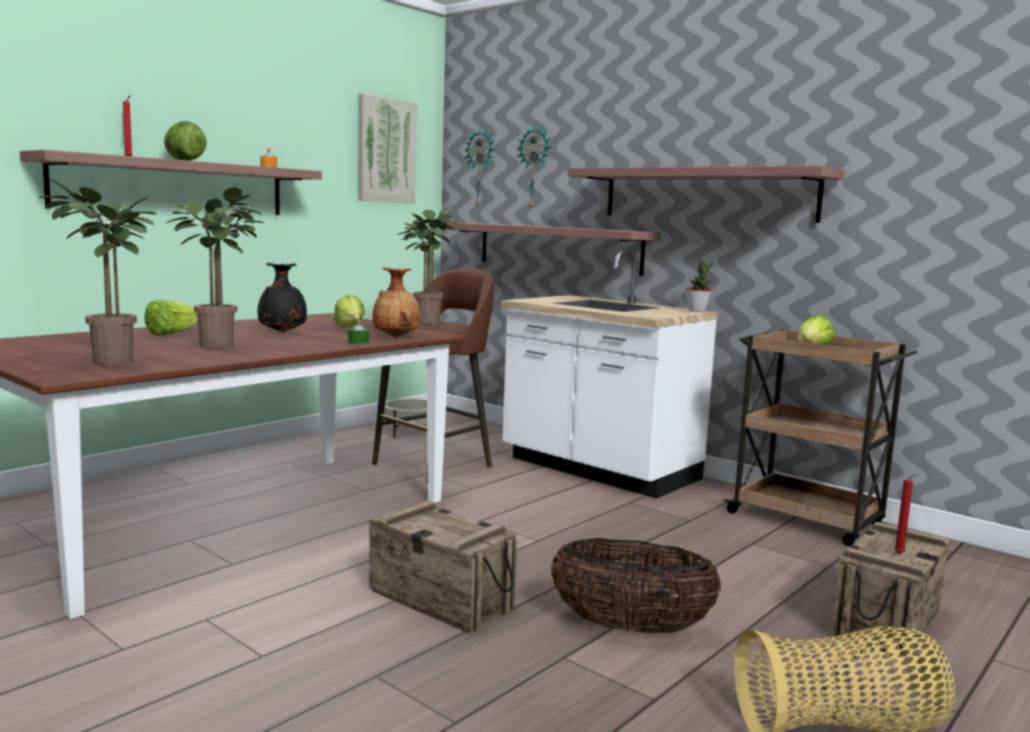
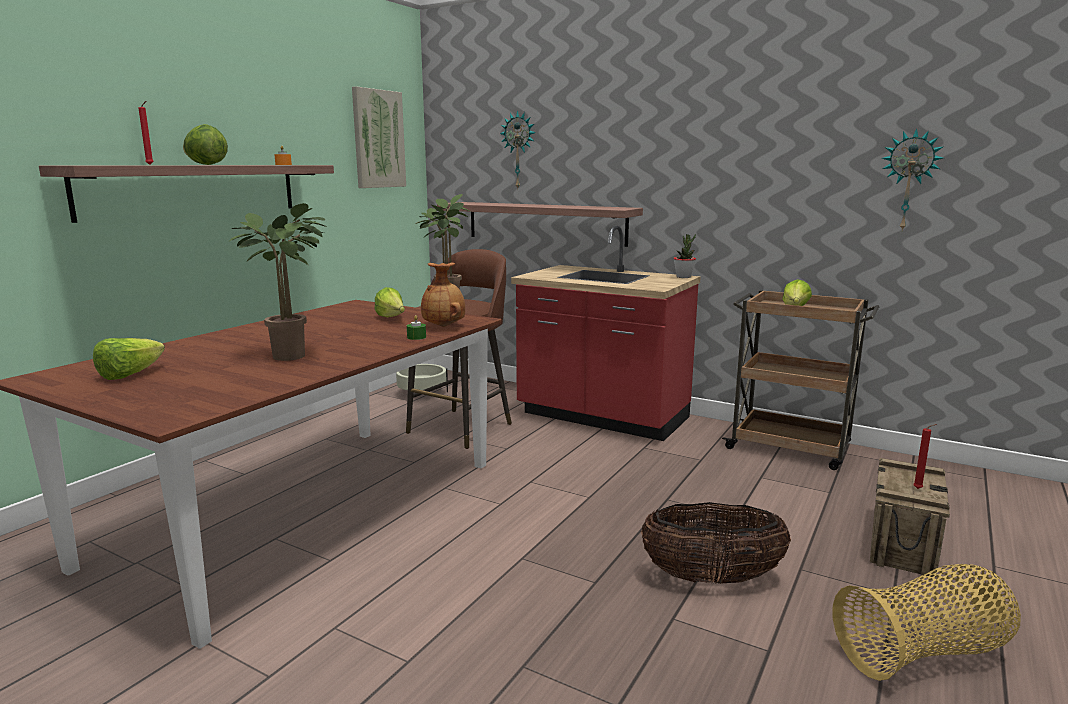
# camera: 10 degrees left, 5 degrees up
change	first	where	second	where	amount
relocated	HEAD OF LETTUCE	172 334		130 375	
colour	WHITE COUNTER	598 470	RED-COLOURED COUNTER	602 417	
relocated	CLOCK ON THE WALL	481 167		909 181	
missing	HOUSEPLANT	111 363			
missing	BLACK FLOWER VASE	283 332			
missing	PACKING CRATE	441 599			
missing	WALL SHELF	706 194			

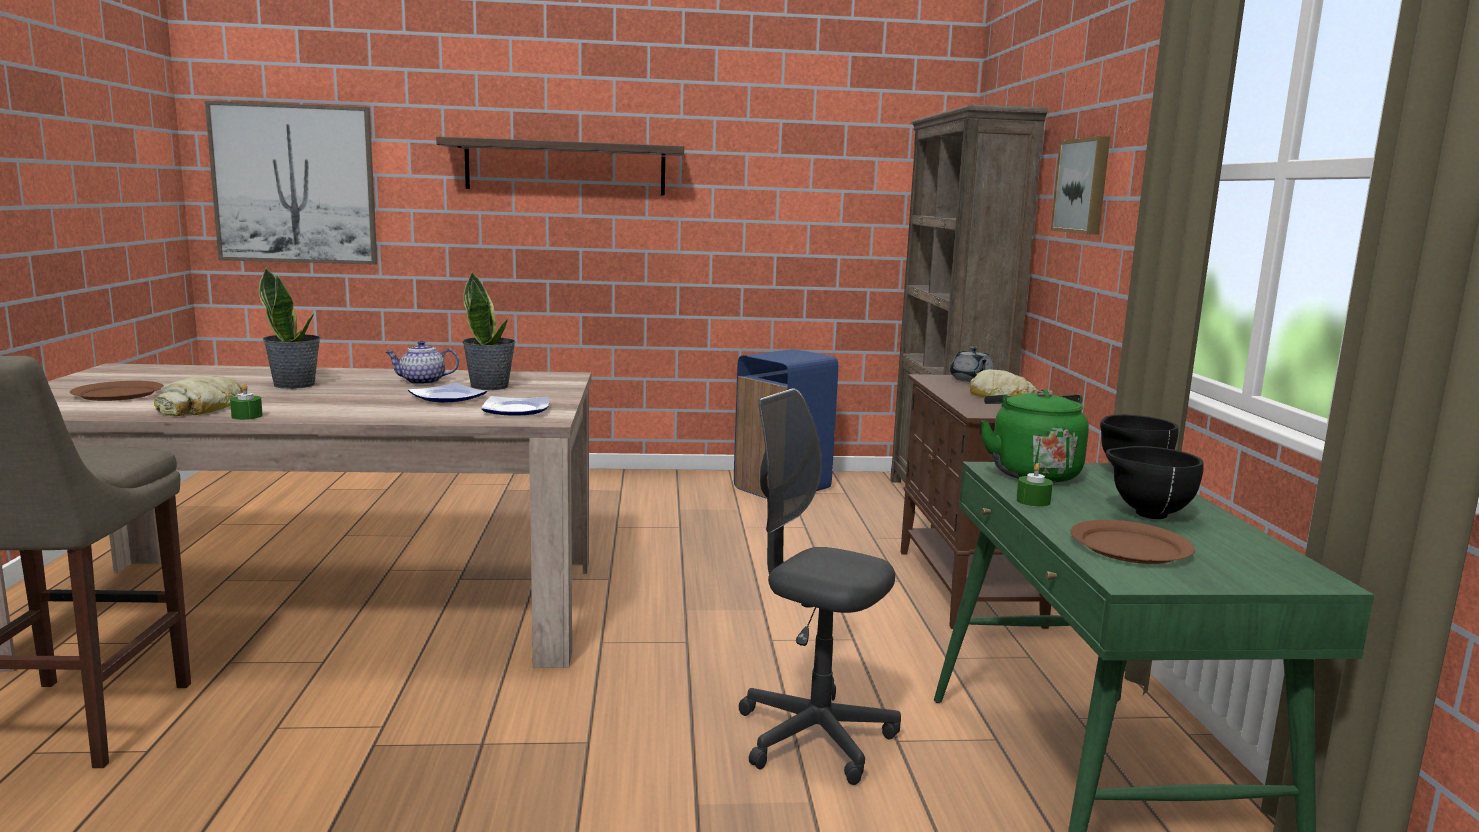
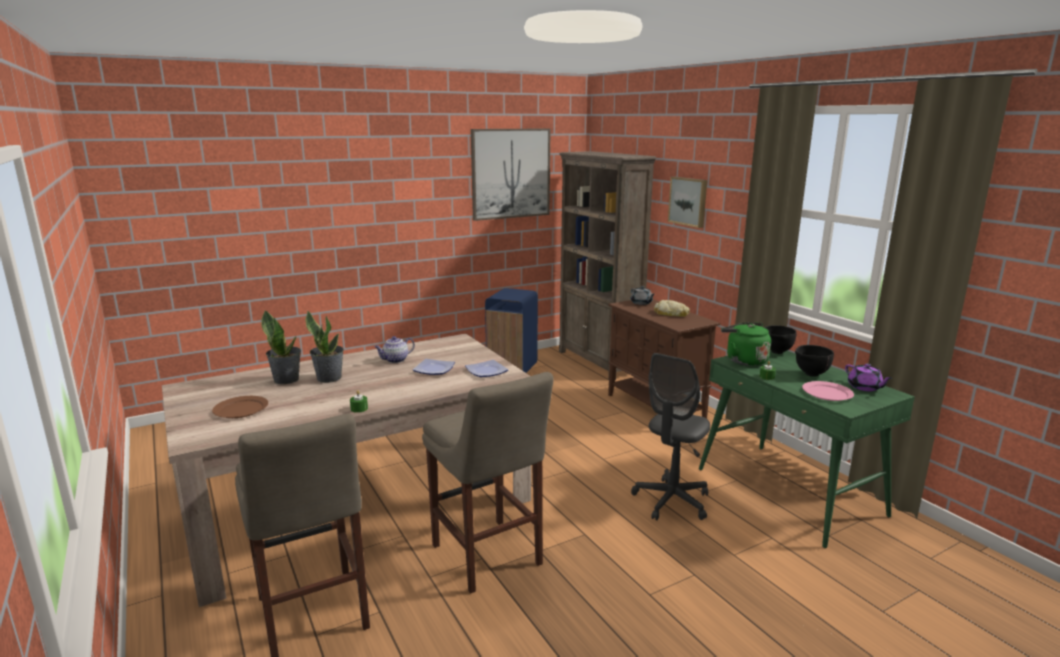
# camera: 25 degrees left, 5 degrees up
change	first	where	second	where	amount
relocated	HOUSEPLANT	490 386		286 379	
appeared			BEIGE-COLOURED STOOL	488 558	
relocated	PICTURE	294 184		511 173	
spun	GRAY DESK CHAIR	814 737		671 501	60 degrees counterclockwise
colour	BROWN-COLOURED DINNER PLATE	1131 547	PINK-COLOURED DINNER PLATE	827 393	
appeared			PURPLISH TEA POT	864 387	
missing	BREAD	202 408			
missing	WALL SHELF	566 167			

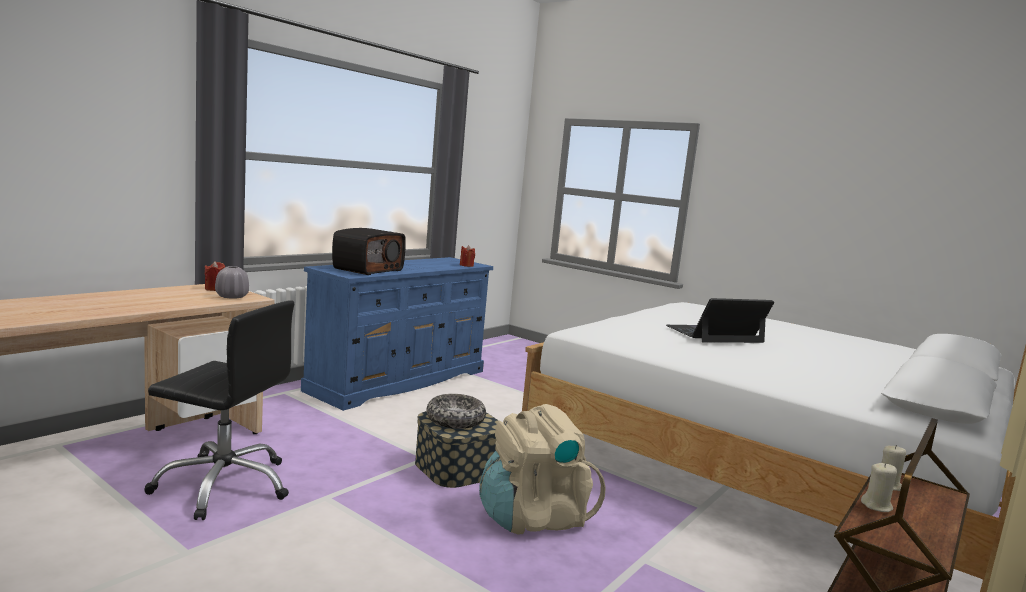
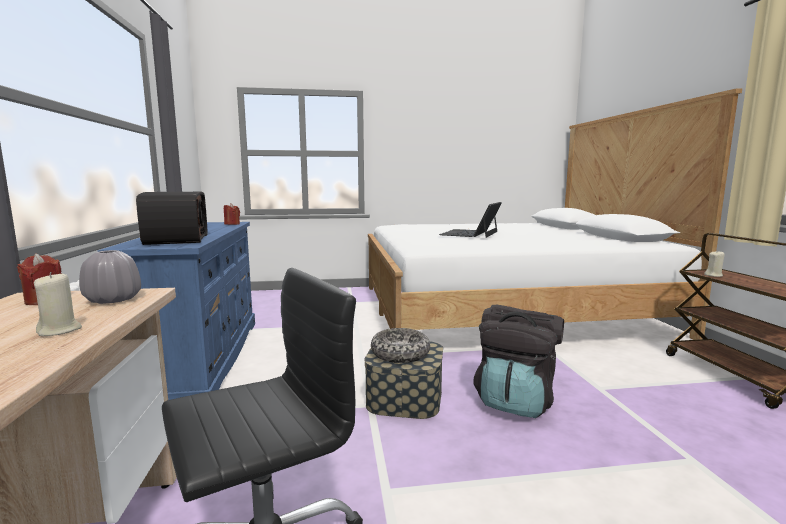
# camera: 45 degrees left, 0 degrees up
change	first	where	second	where	amount
relocated	BEIGE-COLOURED WAX LIGHT	876 506		59 330	
colour	BEIGE-COLOURED BACKPACK	533 517	BLACK BACKPACK	516 400	

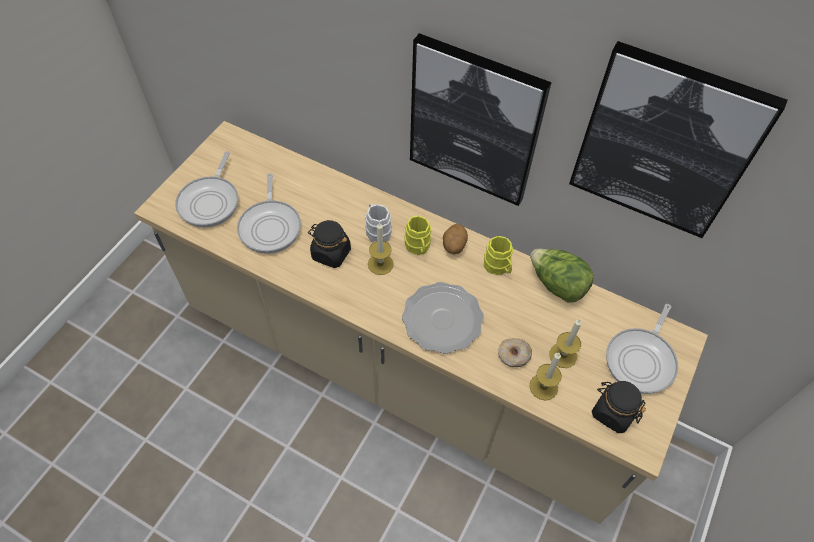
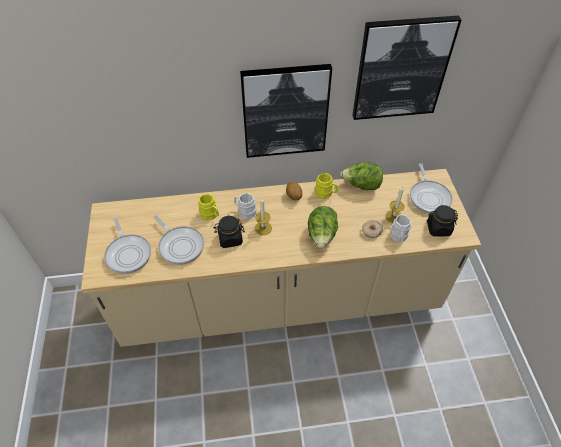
# camera: 35 degrees left, 5 degrees down
change	first	where	second	where	amount
relocated	YELLOW MUG	418 247		210 215	
exchanged	DINNER PLATE	443 319	HEAD OF LETTUCE	322 236	
exchanged	WAX LIGHT	543 387	WHITE MUG	398 237	

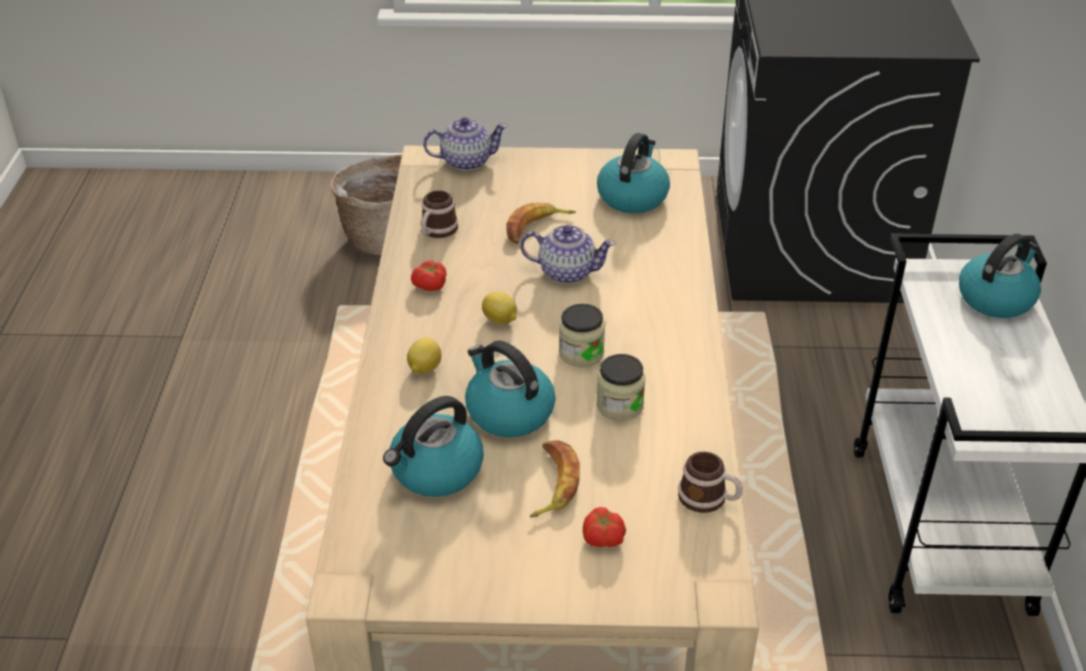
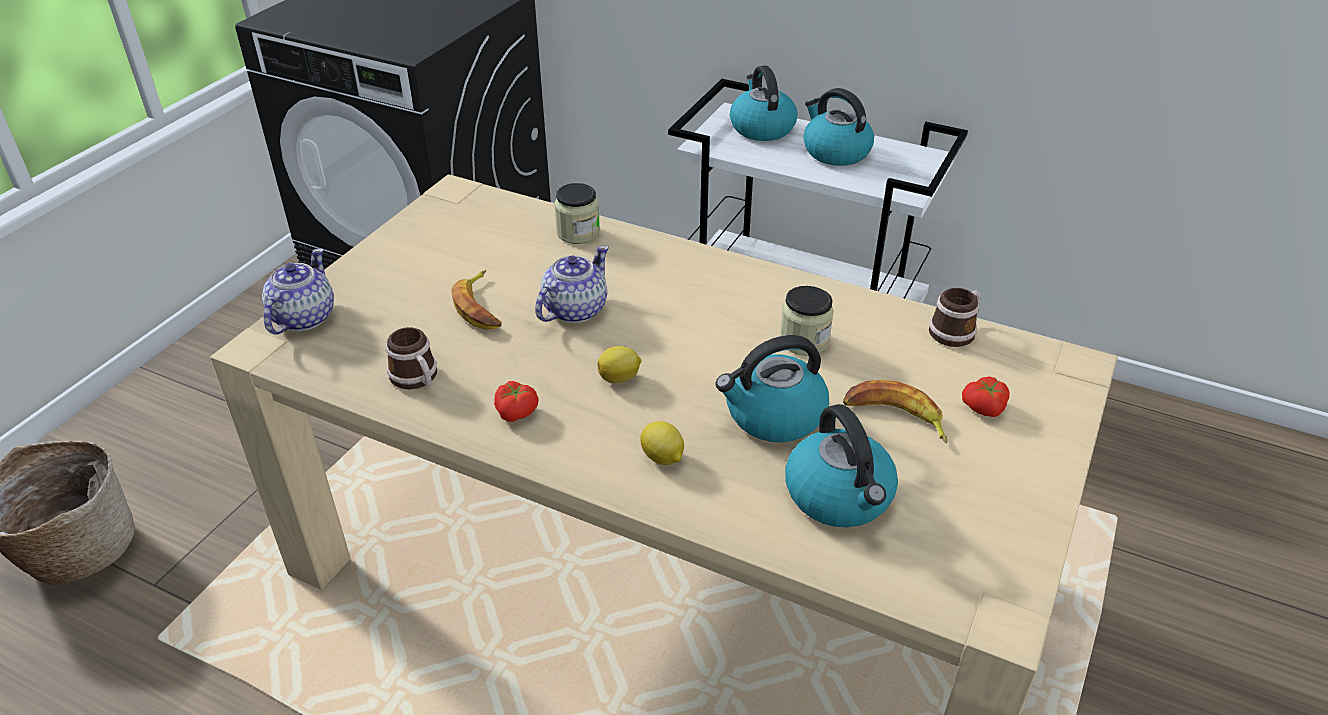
# camera: 65 degrees left, 0 degrees up
change	first	where	second	where	amount
relocated	STORAGE JAR	581 353		578 233	
relocated	KETTLE	632 196		835 152	

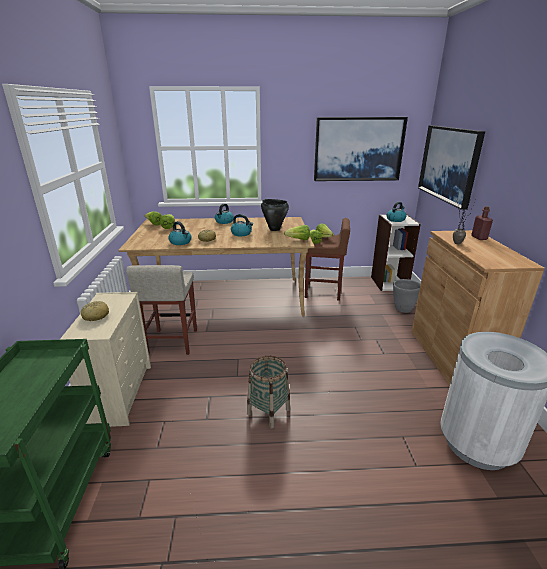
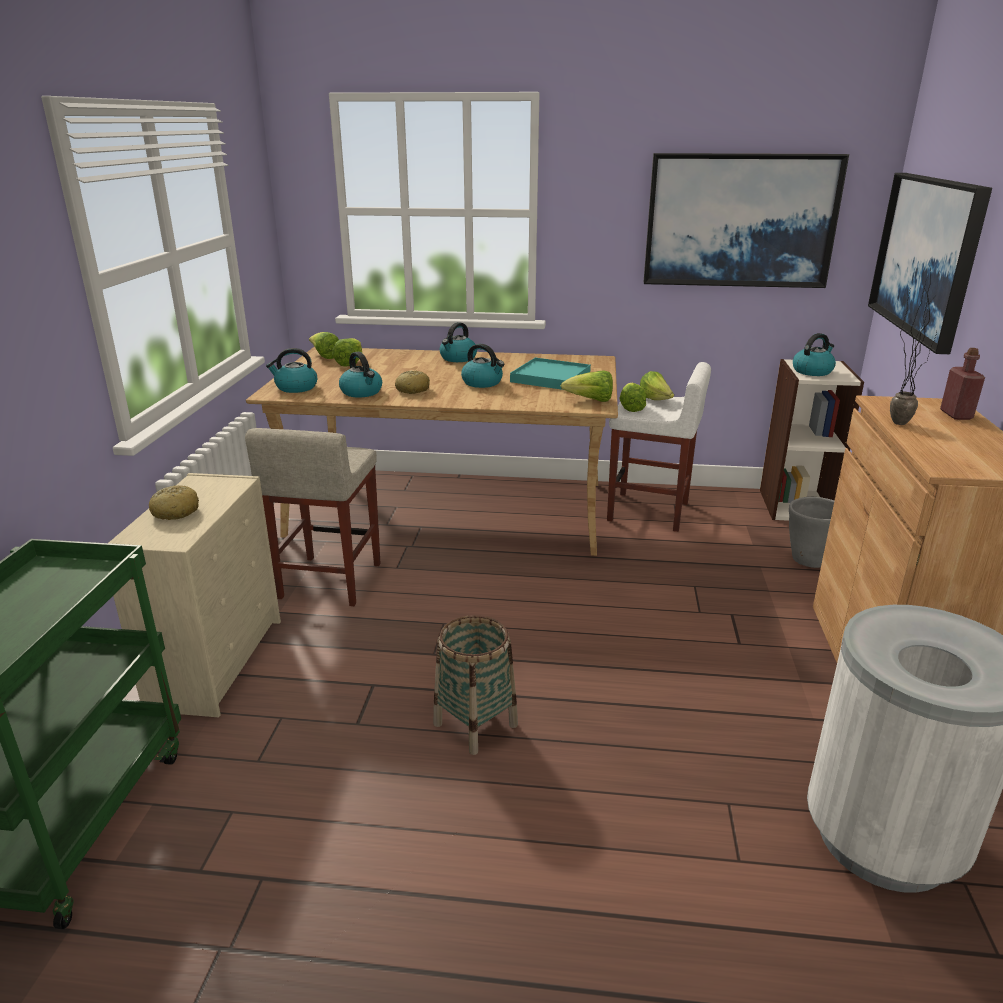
# camera: 10 degrees right, 0 degrees up
change	first	where	second	where	amount
appeared			KETTLE	295 388	
exchanged	BLACK STOCKPOT	274 229	BLUE-GREEN SERVING TRAY	550 377	
colour	BROWN-COLOURED STOOL	323 291	WHITE STOOL	649 512	

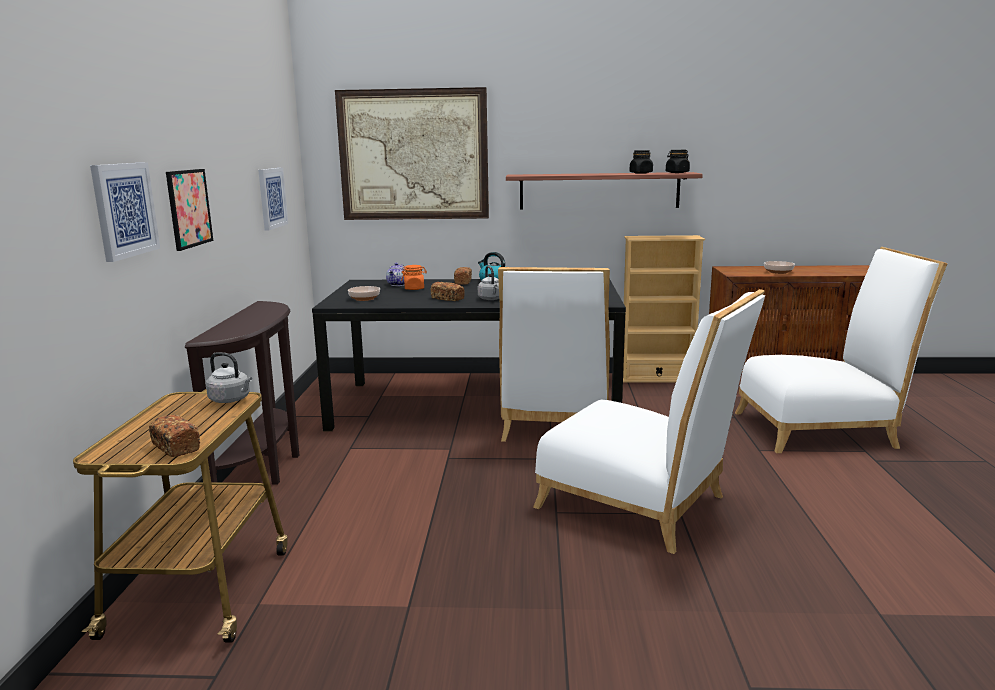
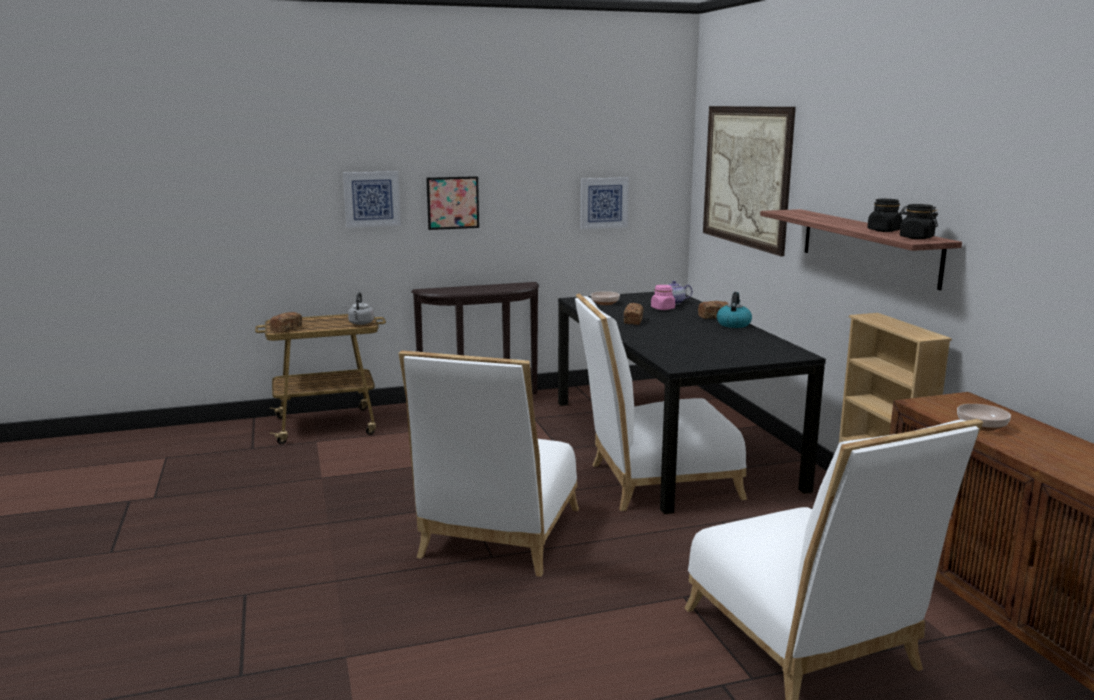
# camera: 70 degrees right, 0 degrees up
change	first	where	second	where	amount
colour	ORANGE STORAGE JAR	414 288	PINK-COLOURED STORAGE JAR	663 308	
missing	GRAY KETTLE	491 299			

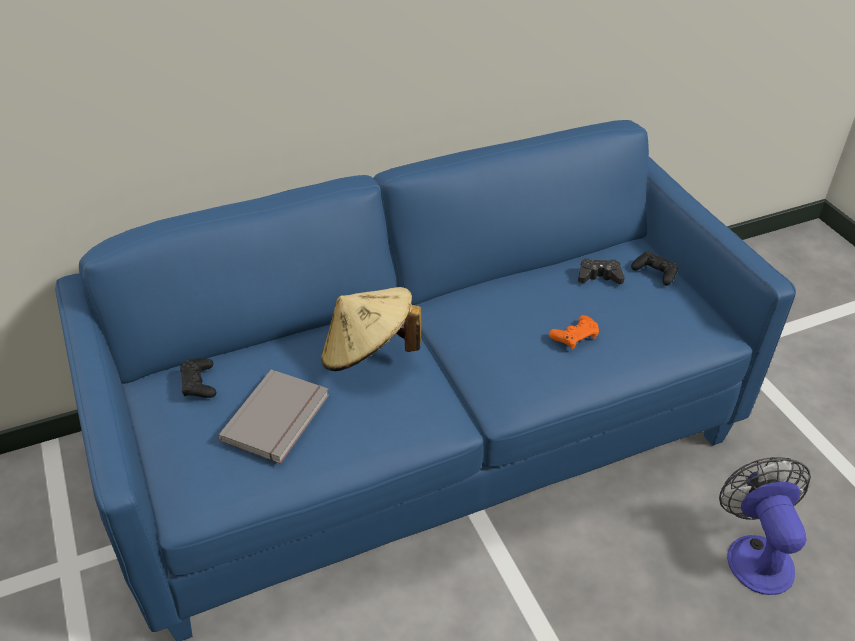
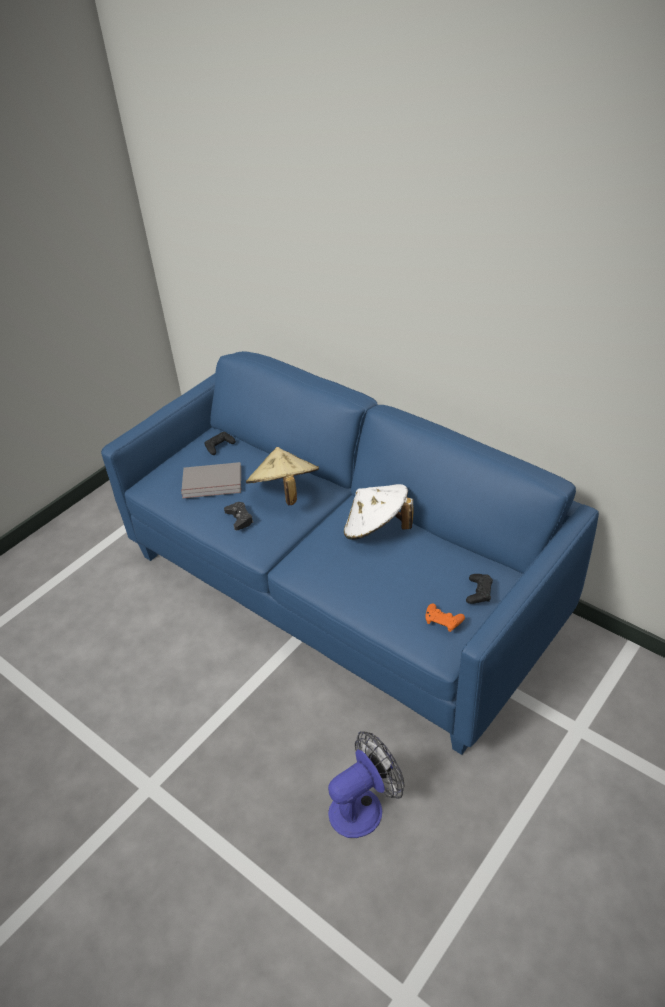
# camera: 65 degrees right, 0 degrees up
change	first	where	second	where	amount
relocated	BLACK JOYPAD	599 276		239 519	
appeared			WHITE WEARABLE HAT	376 529	
relocated	ORANGE JOYPAD	574 336		443 620	

